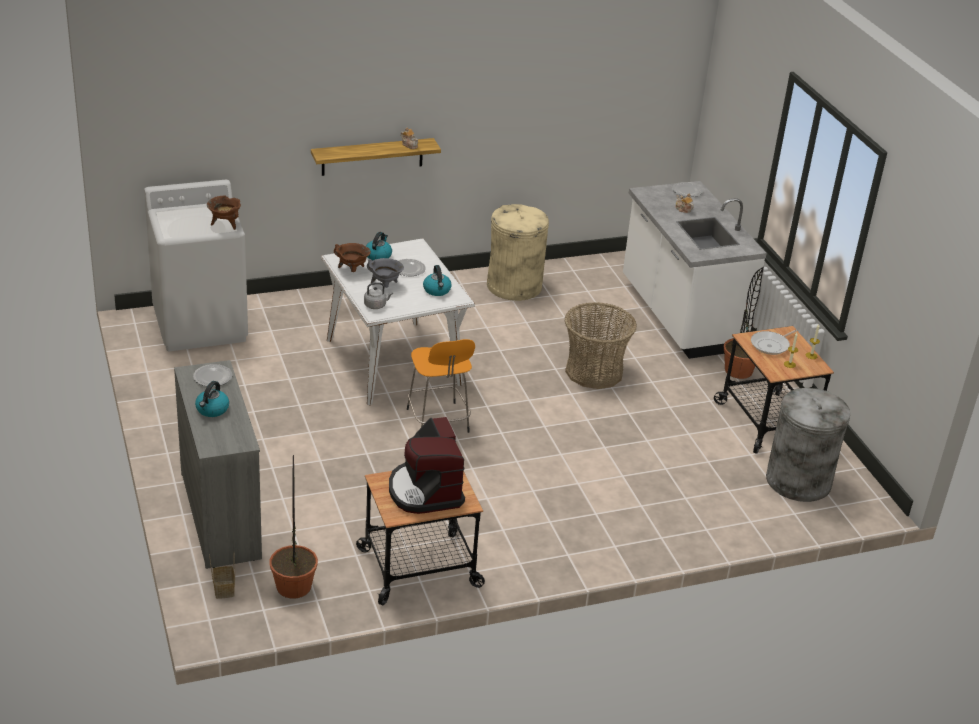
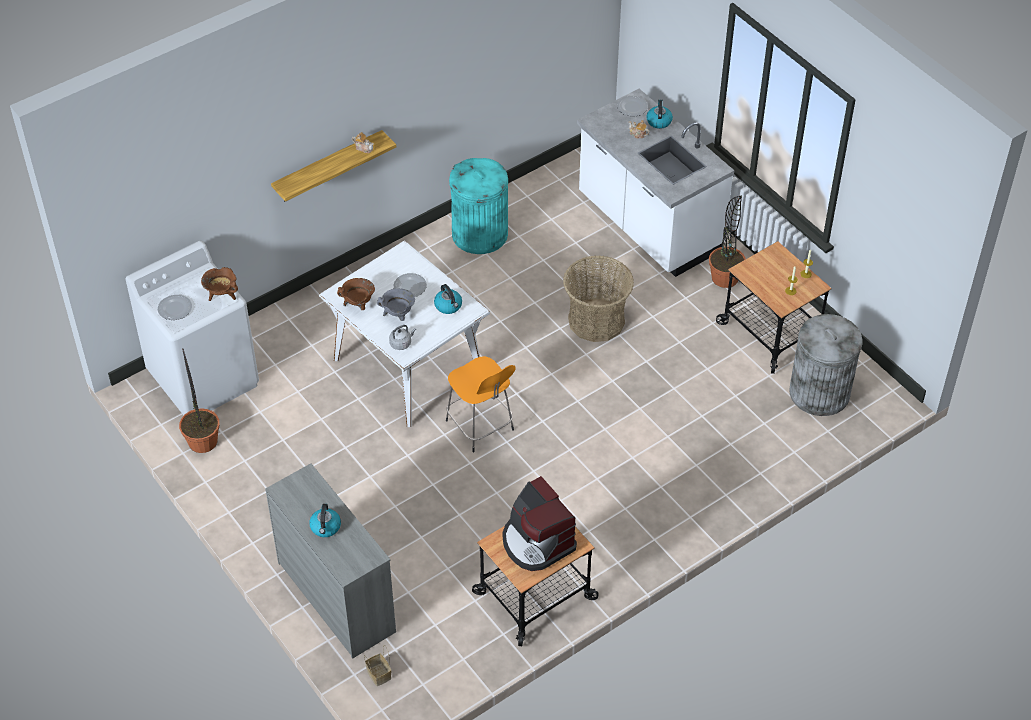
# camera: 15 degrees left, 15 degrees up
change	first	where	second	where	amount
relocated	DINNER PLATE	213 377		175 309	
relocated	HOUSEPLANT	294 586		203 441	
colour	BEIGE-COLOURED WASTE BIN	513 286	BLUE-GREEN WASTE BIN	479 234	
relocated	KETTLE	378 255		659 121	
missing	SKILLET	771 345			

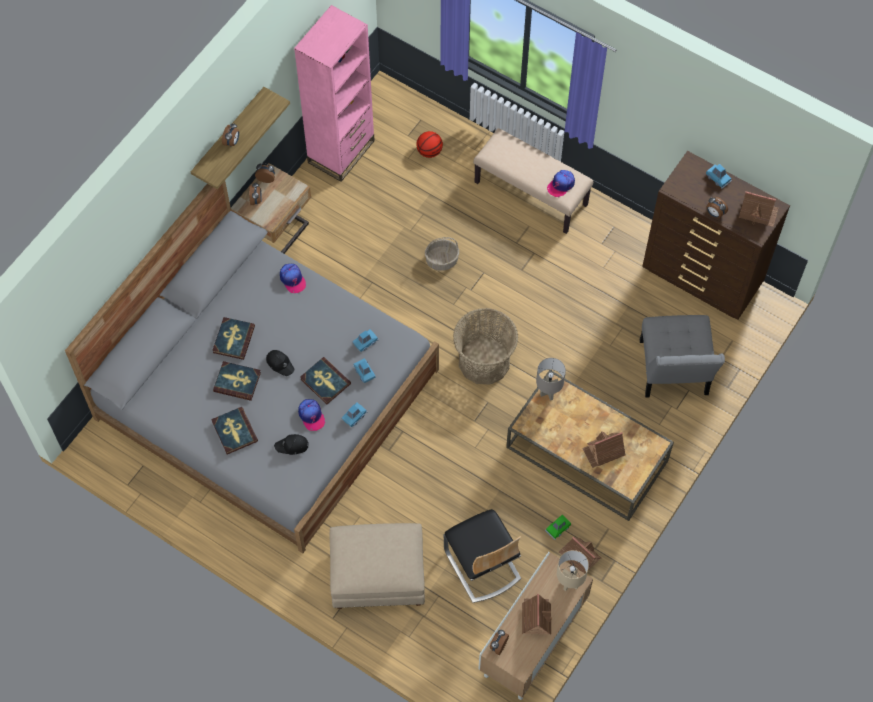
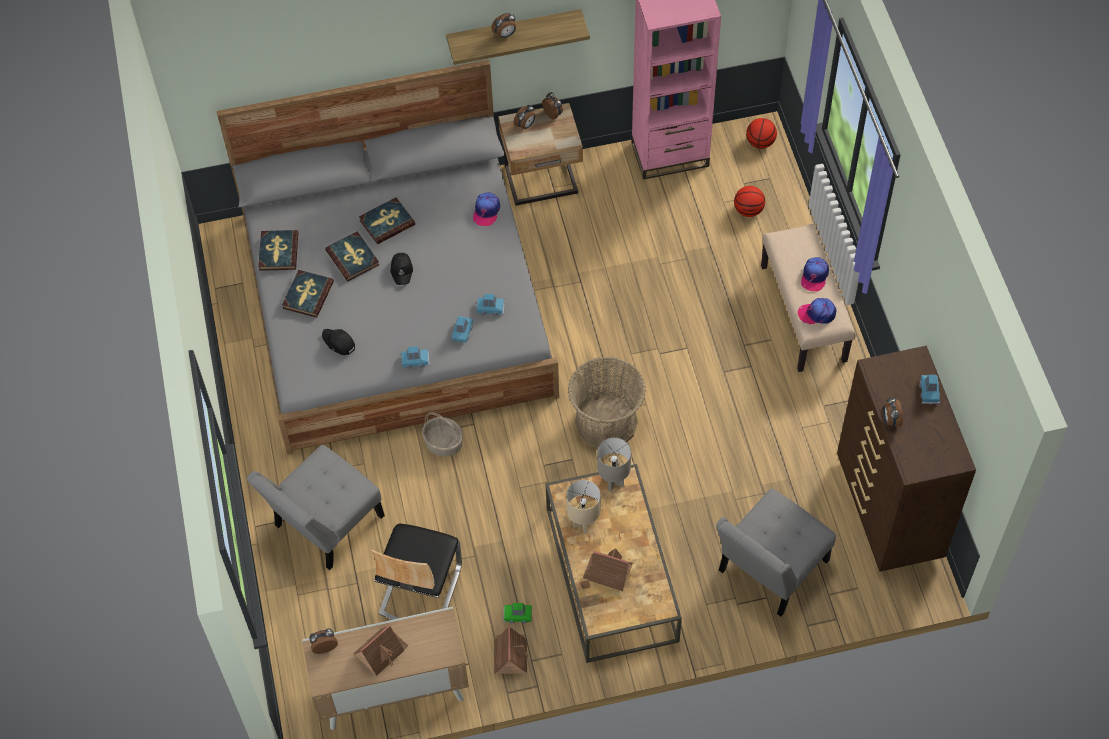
# camera: 45 degrees right, 5 degrees down
change	first	where	second	where	amount
exchanged	BEIGE-COLOURED POUFFE	377 577	GRAY CHAIR	324 525	
relocated	VOLUME	325 381		278 252	
relocated	STORAGE BASKET	442 260		444 443	
relocated	BEIGE-COLOURED TABLE LAMP	569 583		583 524	
appeared			BASKETBALL	760 142	
relocated	BASEBALL CAP	311 416		814 276	
missing	MINIATURE HOUSE	757 212			

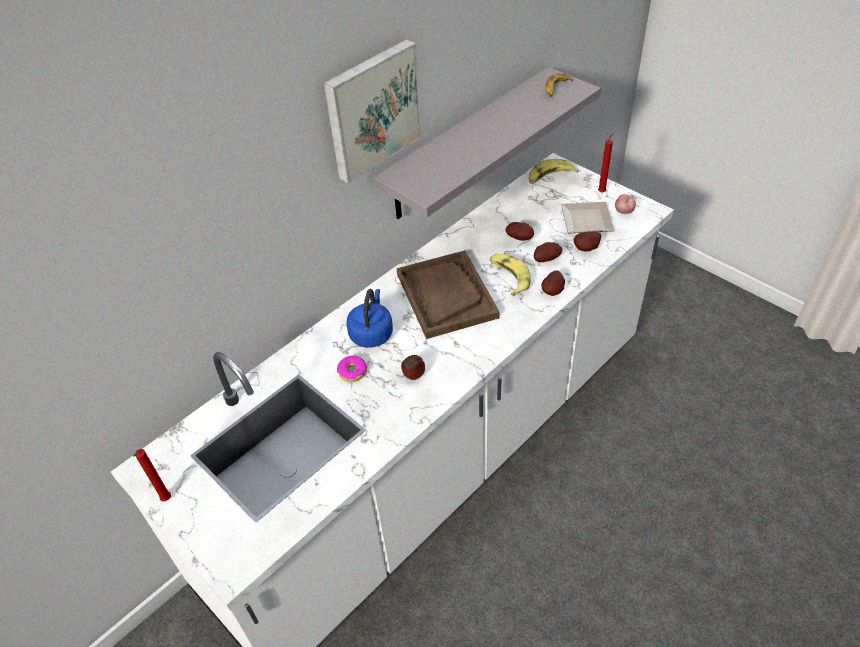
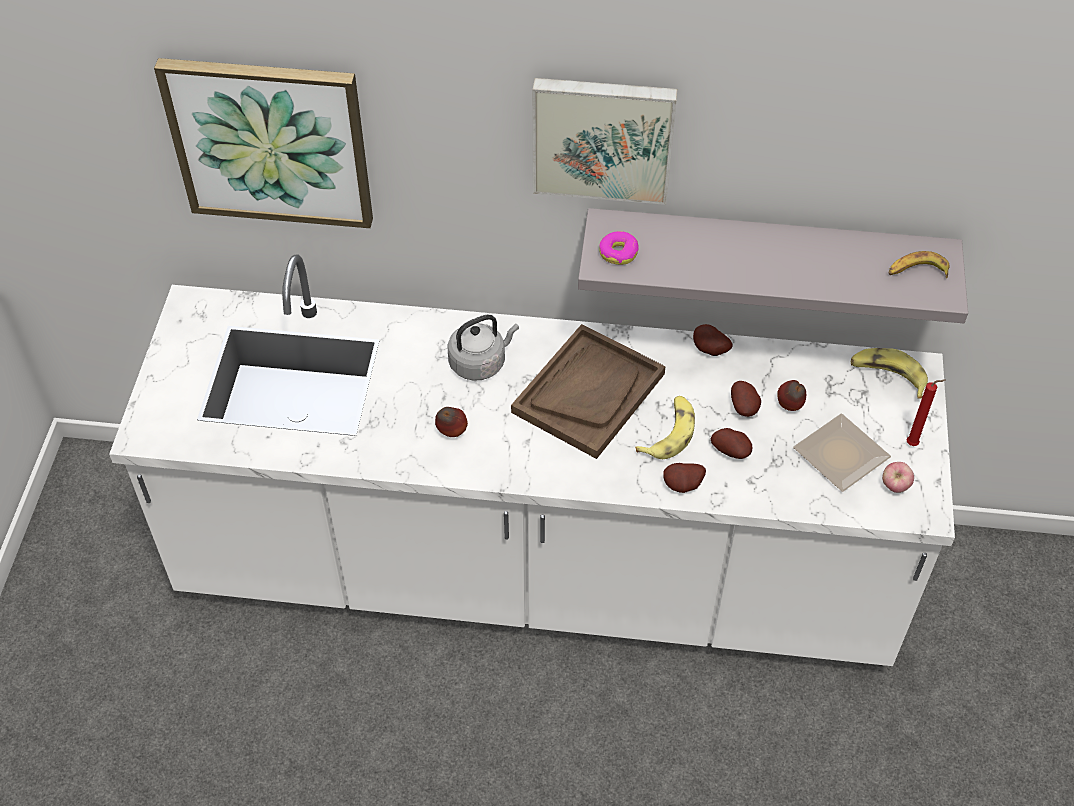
# camera: 50 degrees right, 5 degrees up
change	first	where	second	where	amount
appeared			PICTURE	270 141	
colour	BLUISH KETTLE	372 333	GRAY KETTLE	480 362	
relocated	DOUGHNUT	352 372		618 252	
relocated	WHOLE POTATO	587 249		709 350	
appeared			APPLE	790 407	
missing	RED-COLOURED WAX LIGHT	166 500			

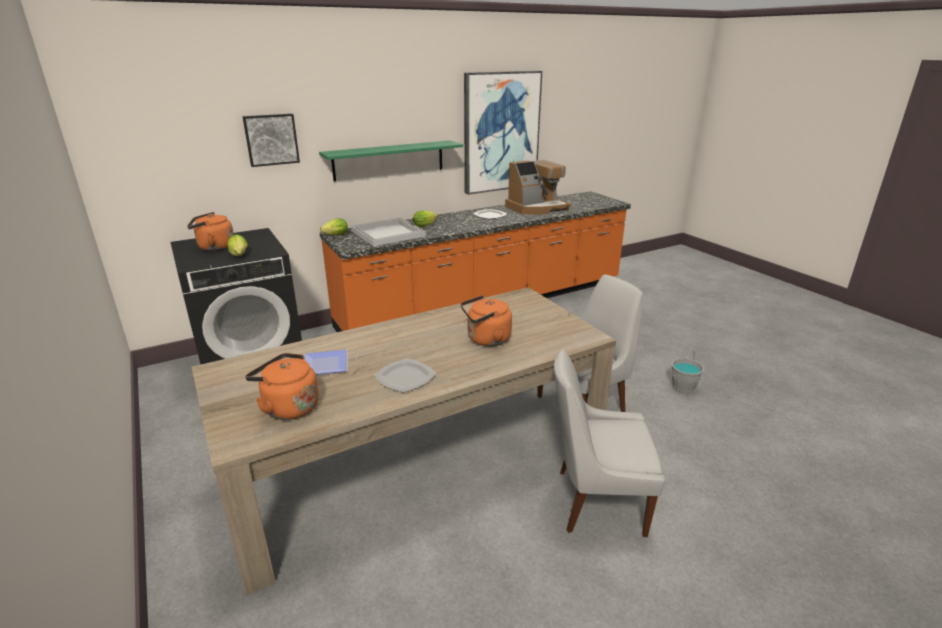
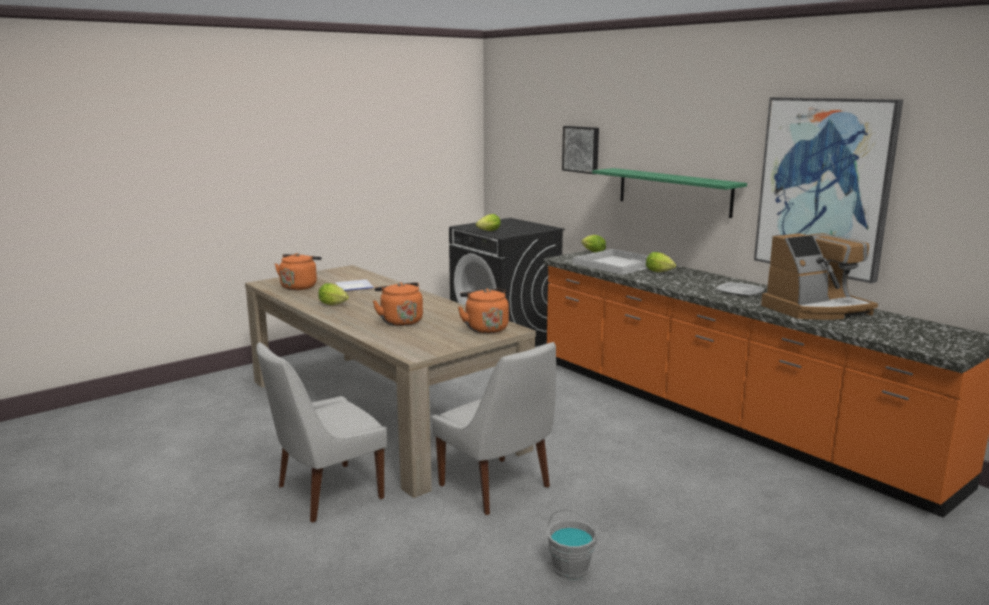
# camera: 80 degrees right, 10 degrees down
change	first	where	second	where	amount
spun	WHITE CHAIR	595 501		325 493	120 degrees counterclockwise
exchanged	DINNER PLATE	404 377	HEAD OF LETTUCE	335 305	
relocated	ORANGE KETTLE	214 247		485 328	
spun	COFFEE BREWER	537 208		816 309	75 degrees counterclockwise

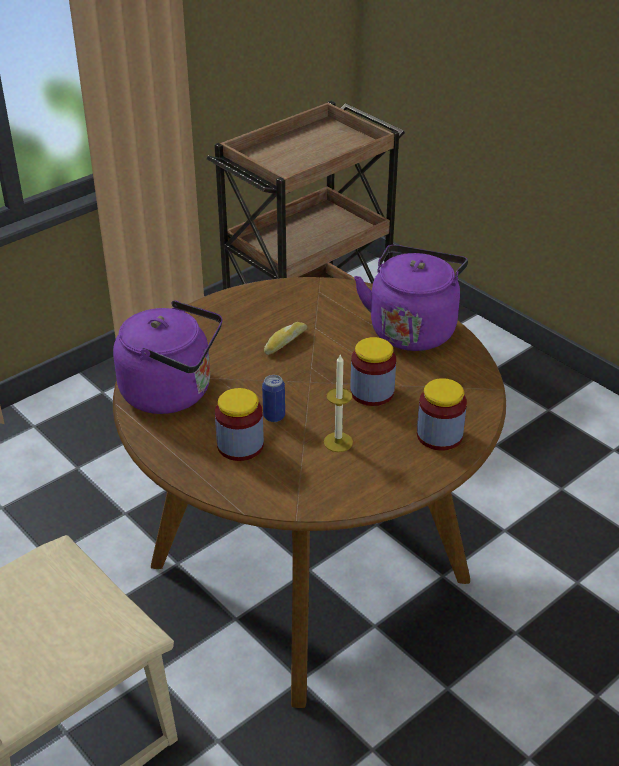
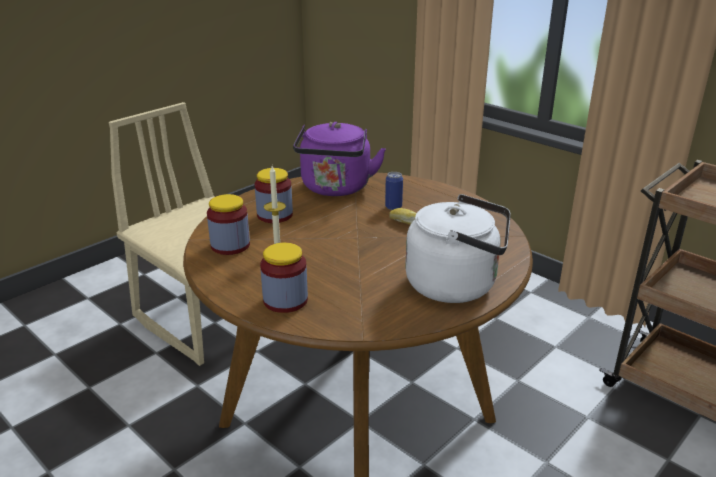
# camera: 85 degrees right, 10 degrees down
change	first	where	second	where	amount
relocated	STORAGE JAR	372 392		230 245	
relocated	CAN	274 416		393 207	
colour	PURPLISH KETTLE	413 328	WHITE KETTLE	457 285	

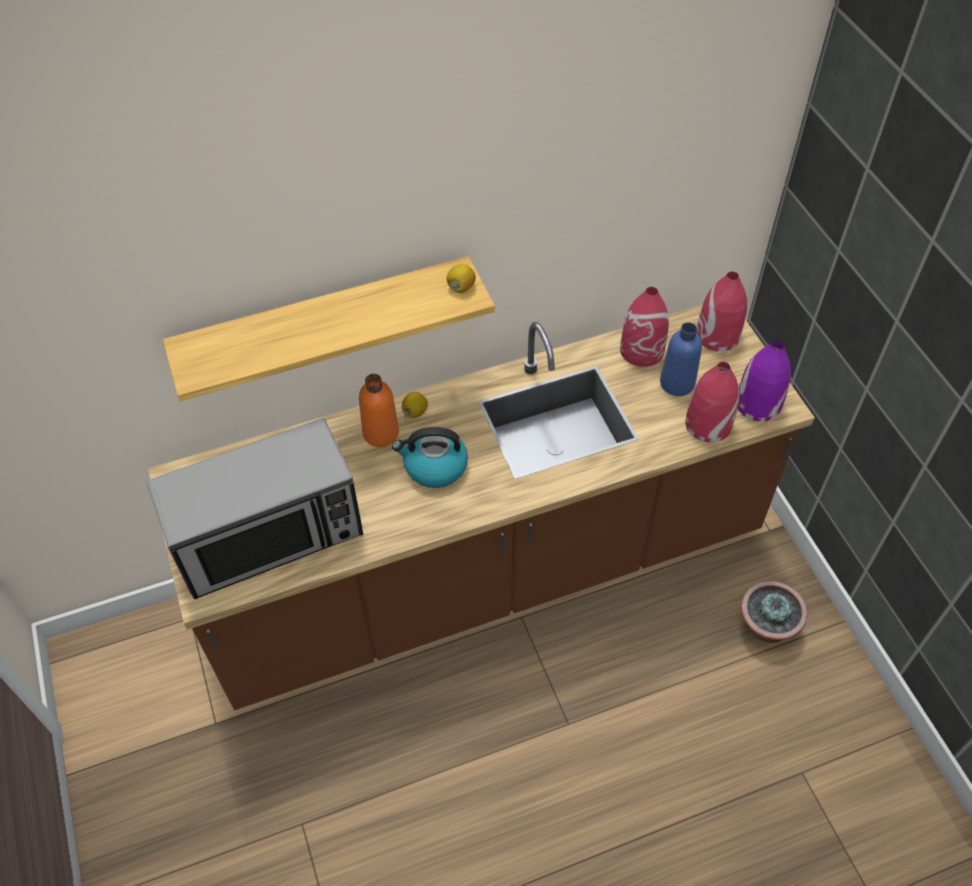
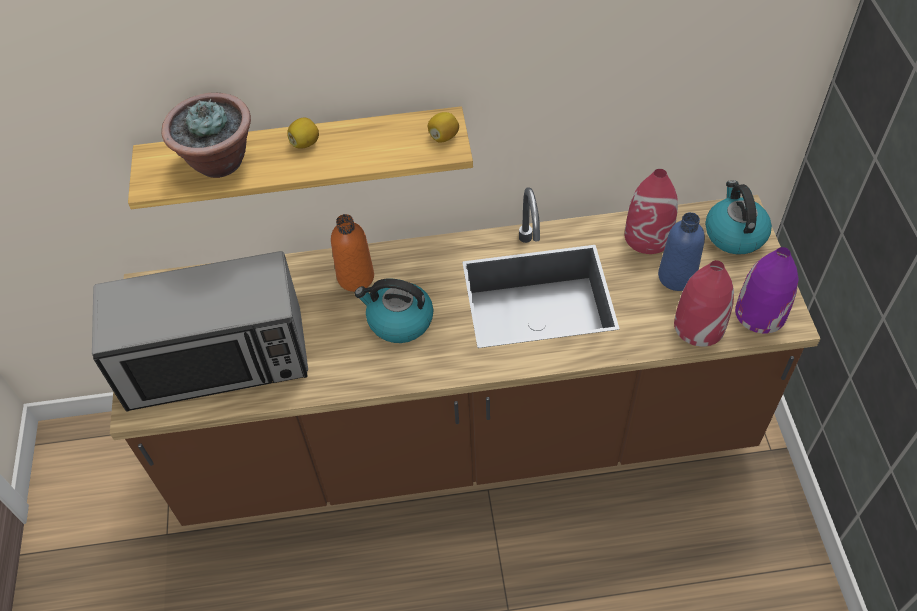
# camera: 15 degrees right, 0 degrees up
change	first	where	second	where	amount
relocated	HOUSEPLANT	766 627		218 161	
relocated	CITRUS FRUIT	415 411		305 143	
exchanged	RED-COLOURED FLOWER VASE	717 336	KETTLE	734 234	

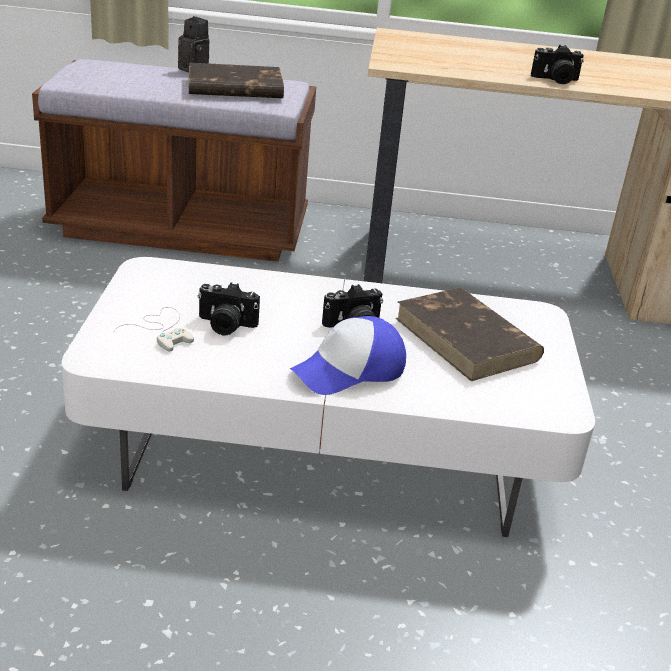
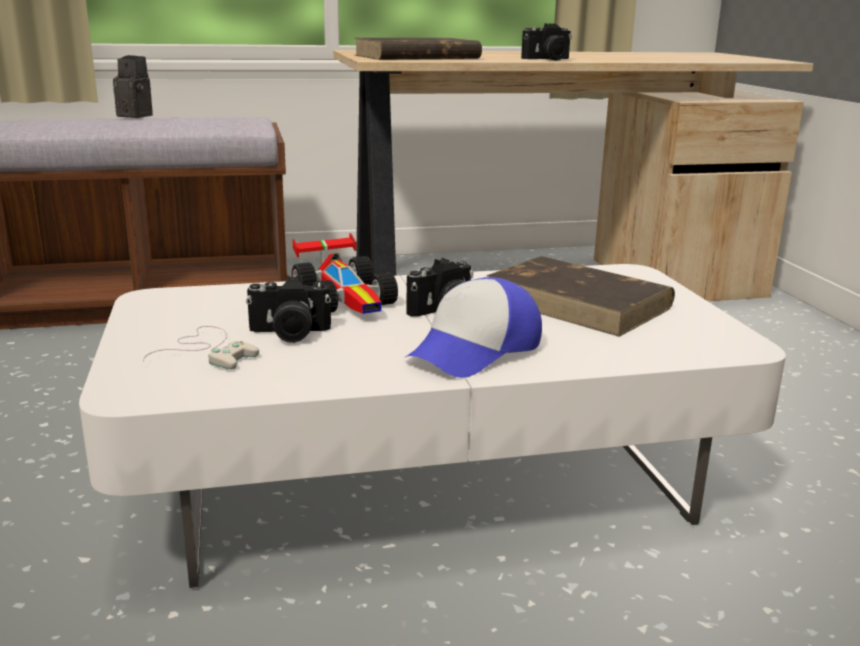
# camera: 15 degrees left, 10 degrees down
change	first	where	second	where	amount
appeared			MINIATURE CAR	346 298	
relocated	BROWN-COLOURED VOLUME	234 88		415 57	

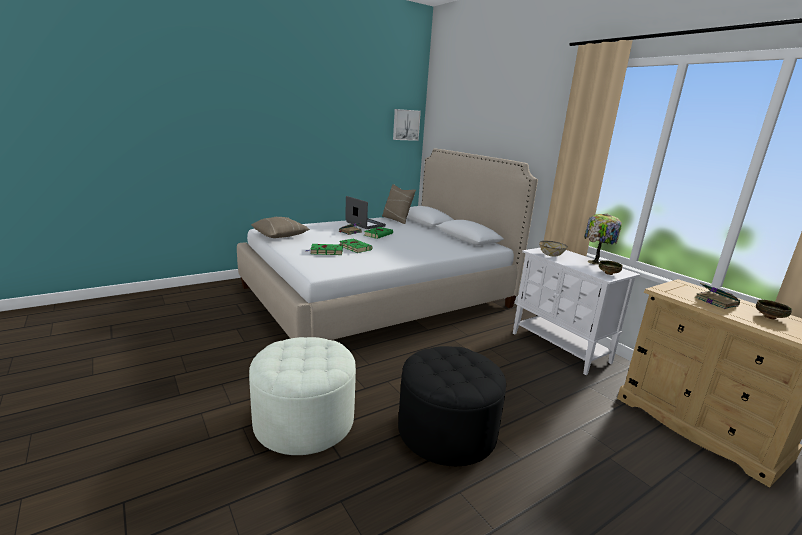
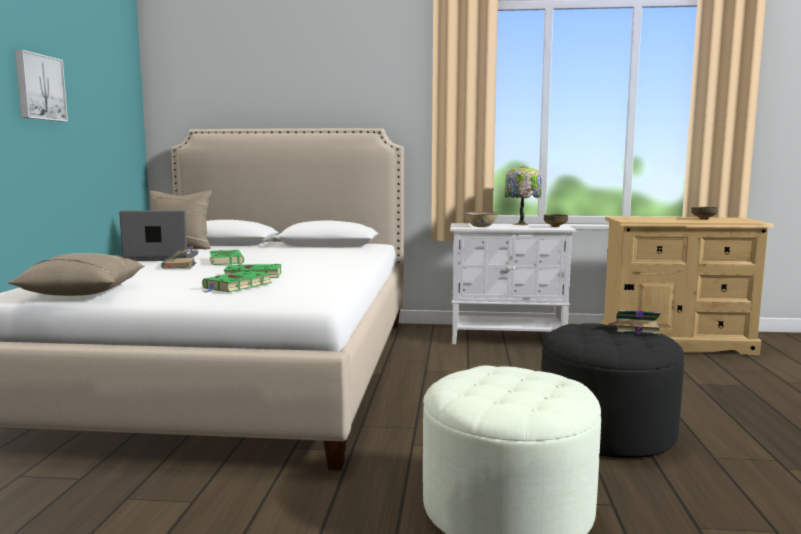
# camera: 50 degrees left, 10 degrees down
change	first	where	second	where	amount
relocated	PICTURE	405 125		39 87	
relocated	VOLUME	715 301		635 329	

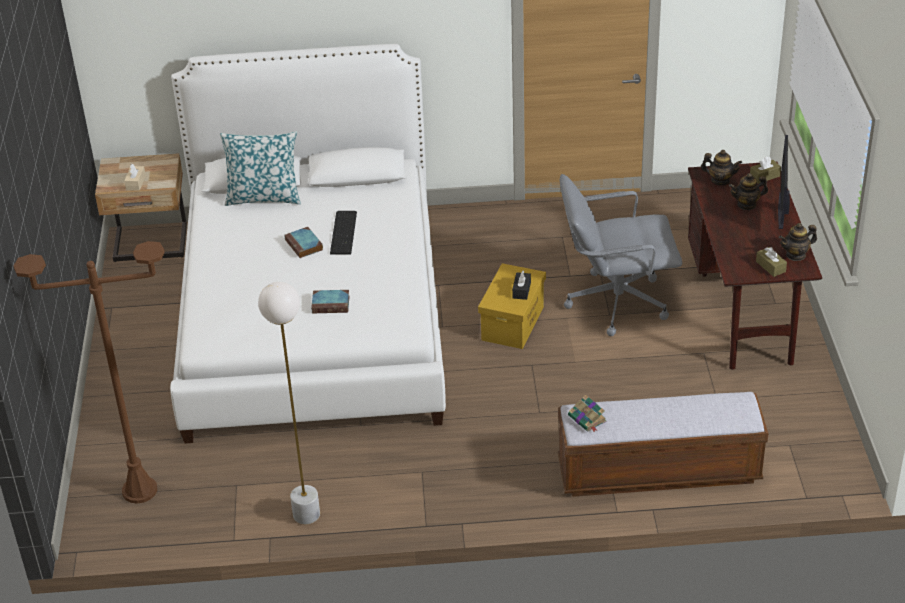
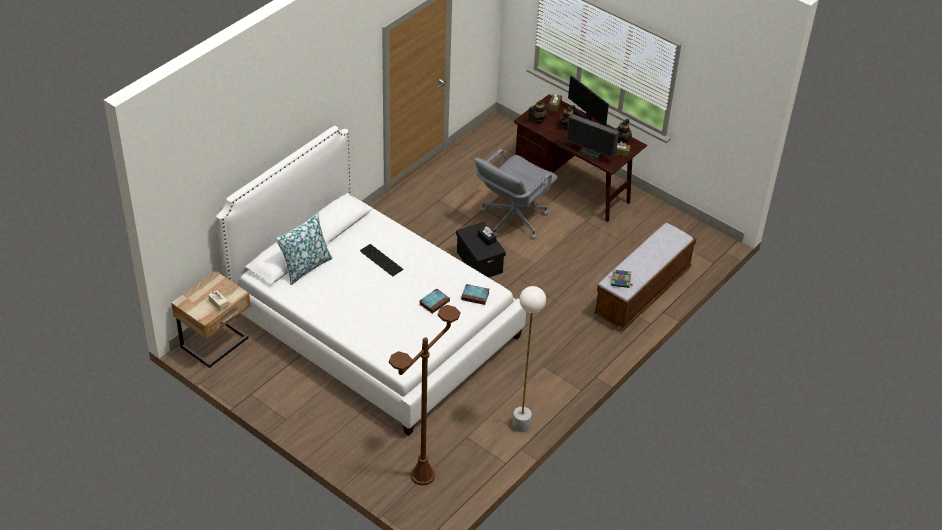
# camera: 50 degrees left, 5 degrees up
change	first	where	second	where	amount
colour	YELLOW STORAGE BIN	512 322	BLACK STORAGE BIN	479 262	
relocated	VOLUME	304 245		476 296	
appeared			COMPUTER SCREEN	590 154	

